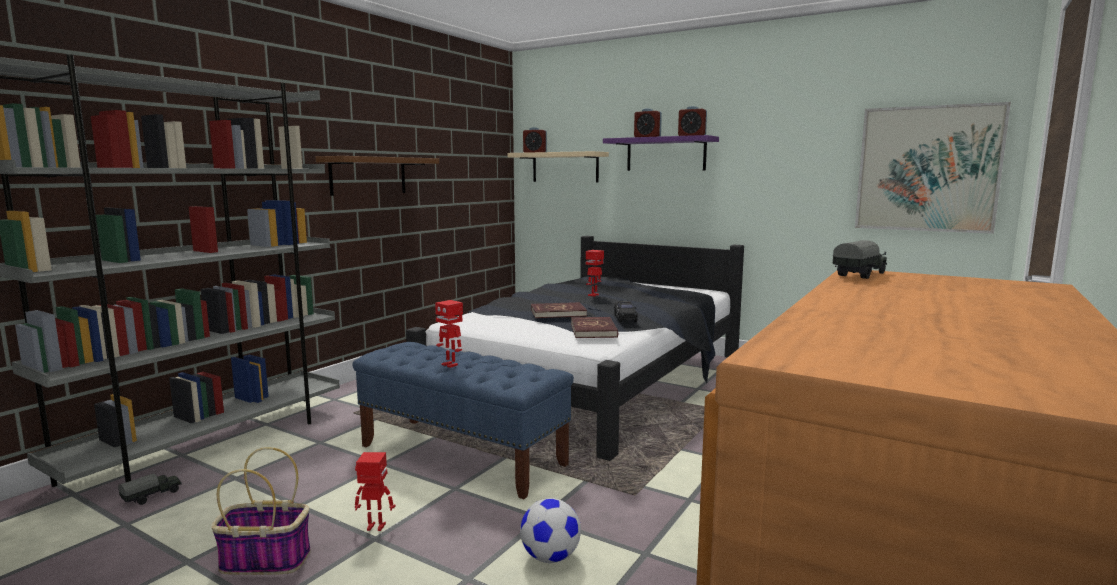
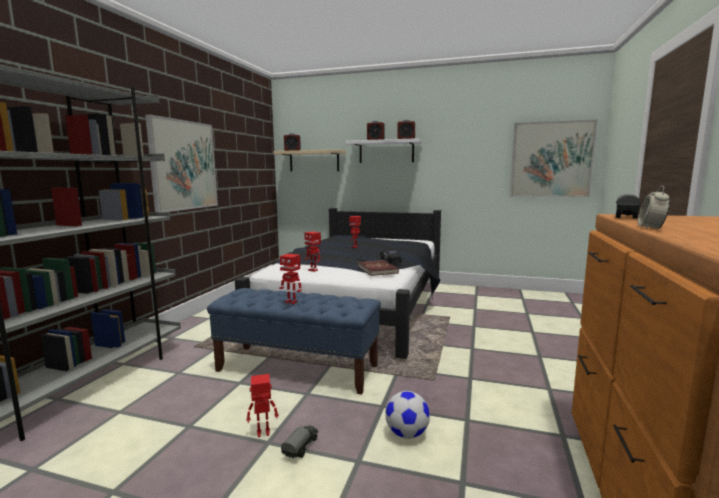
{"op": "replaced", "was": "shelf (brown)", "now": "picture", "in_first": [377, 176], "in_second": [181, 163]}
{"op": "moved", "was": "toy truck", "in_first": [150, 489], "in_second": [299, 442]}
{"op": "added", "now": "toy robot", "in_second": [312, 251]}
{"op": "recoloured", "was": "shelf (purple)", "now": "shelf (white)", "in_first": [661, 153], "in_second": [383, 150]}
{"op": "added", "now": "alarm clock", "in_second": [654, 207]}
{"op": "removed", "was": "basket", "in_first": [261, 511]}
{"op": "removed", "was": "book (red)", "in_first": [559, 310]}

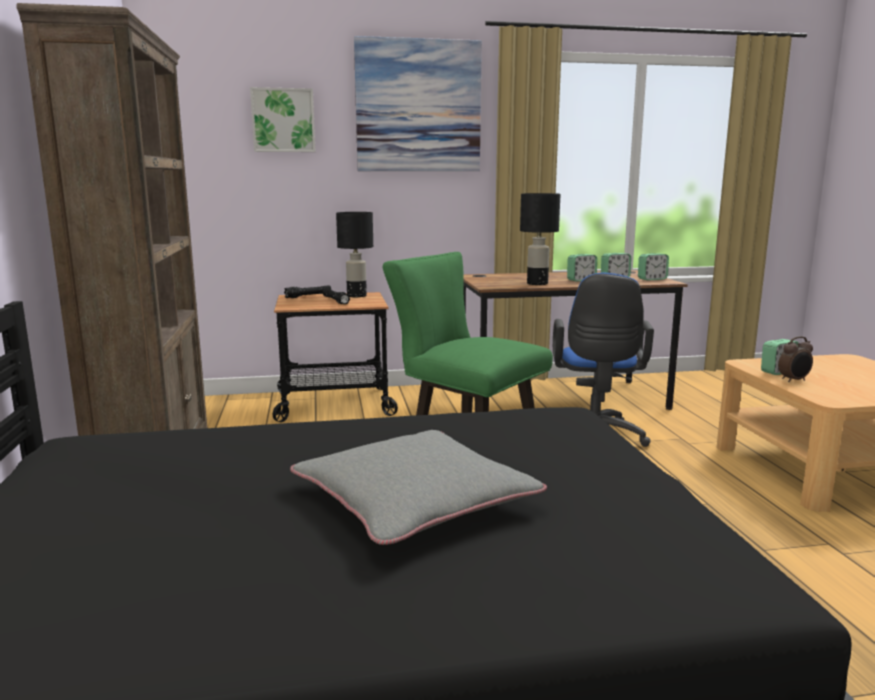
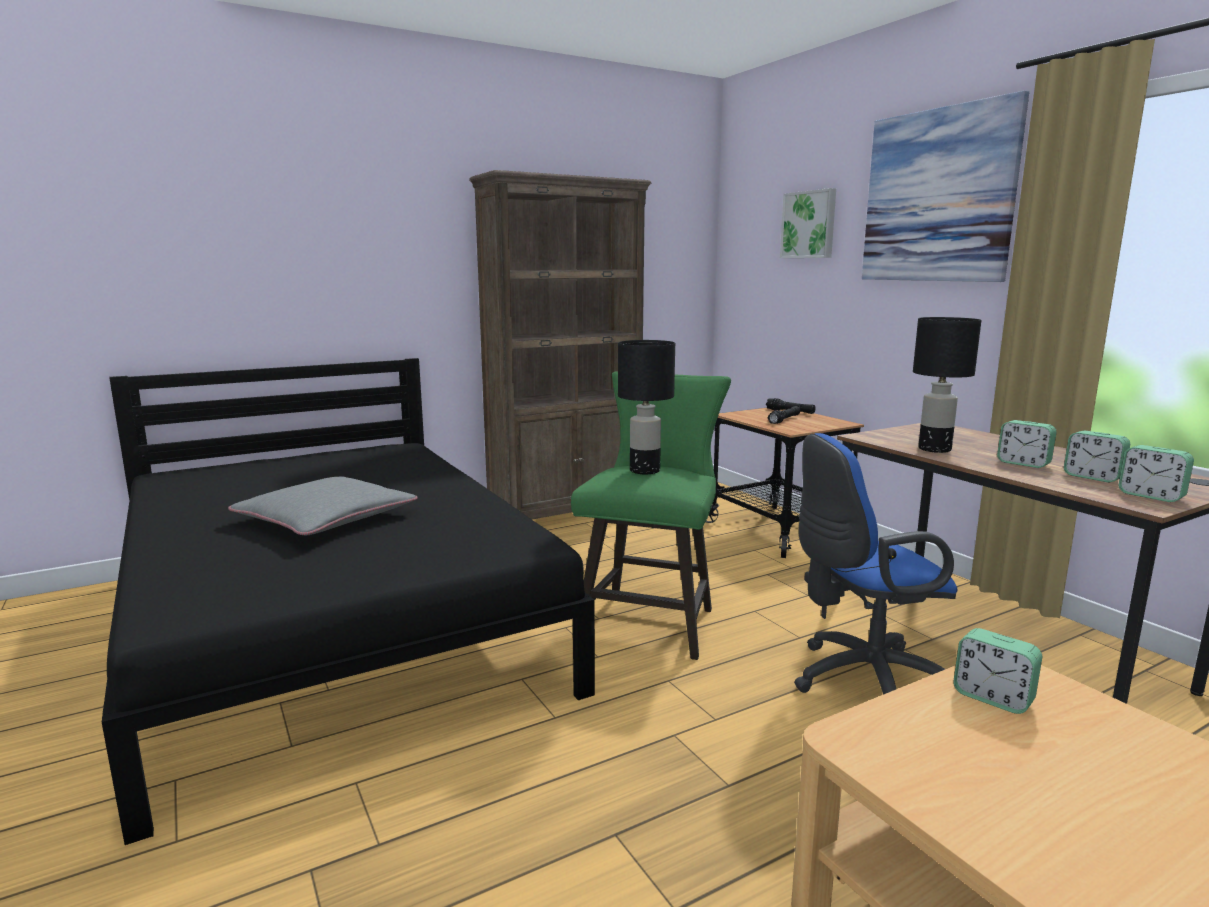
{"op": "moved", "was": "table lamp (black)", "in_first": [354, 254], "in_second": [646, 407]}
{"op": "removed", "was": "alarm clock", "in_first": [795, 359]}

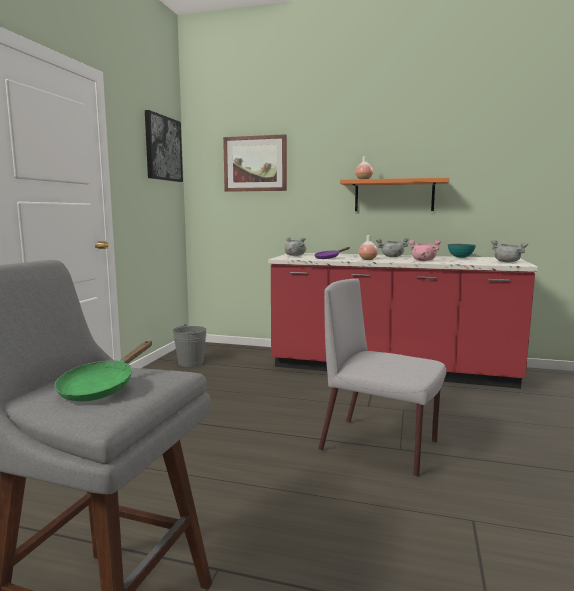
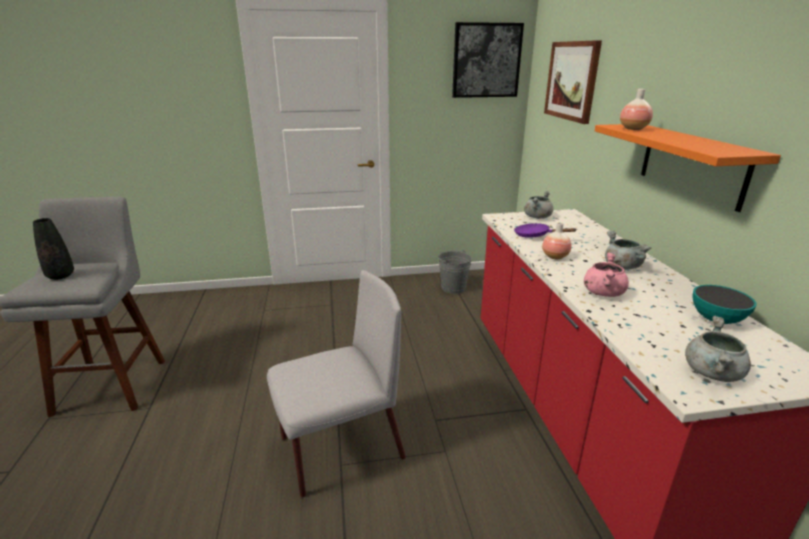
{"op": "replaced", "was": "frying pan (green)", "now": "vase (black)", "in_first": [103, 371], "in_second": [53, 249]}
{"op": "turned", "was": "chair (grey)", "in_first": [382, 377], "in_second": [336, 383], "clockwise": 60}

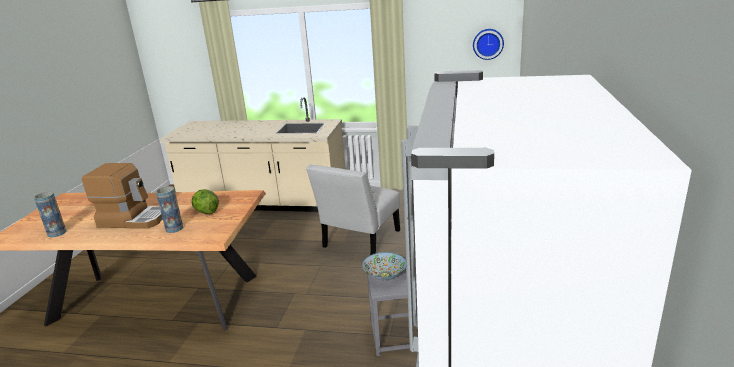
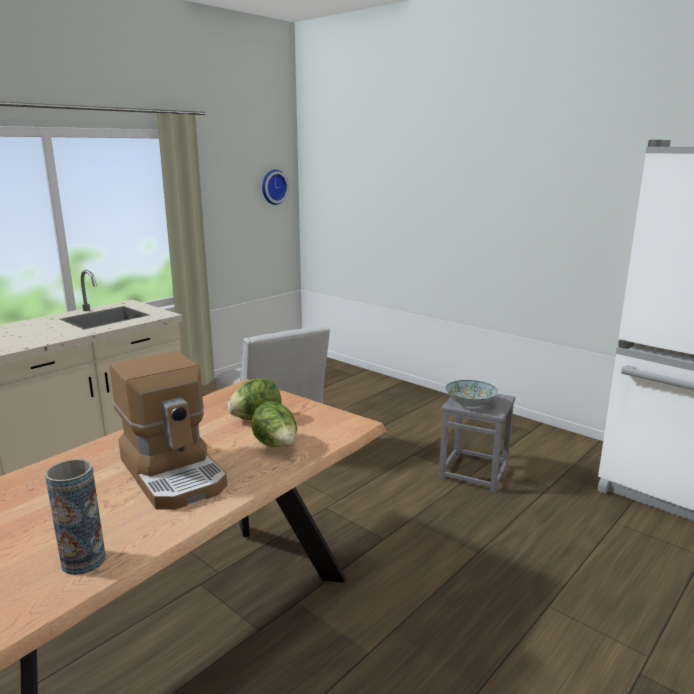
{"op": "turned", "was": "coffee machine", "in_first": [122, 196], "in_second": [168, 430], "clockwise": 105}
{"op": "replaced", "was": "vase", "now": "lettuce", "in_first": [169, 209], "in_second": [274, 424]}

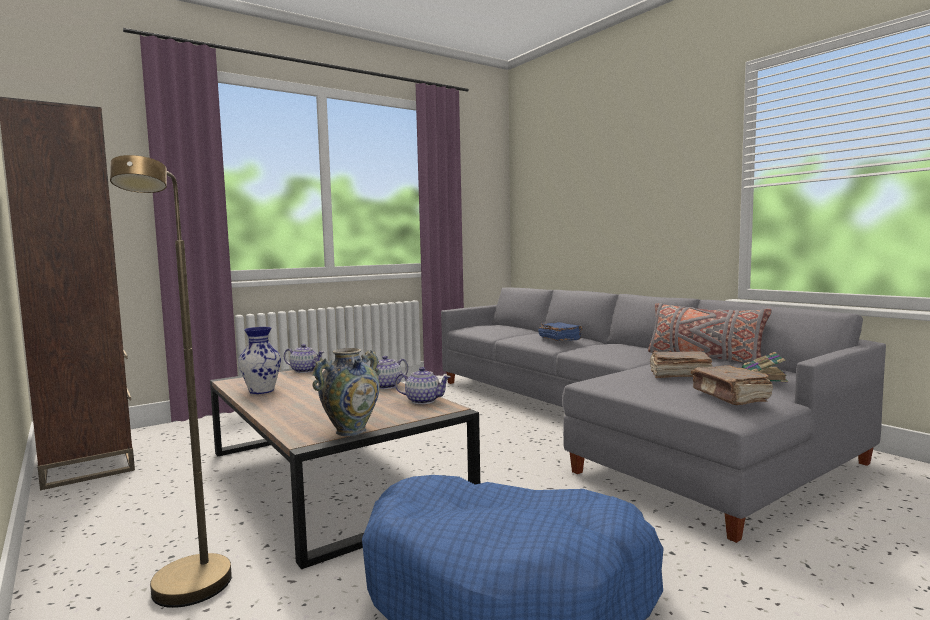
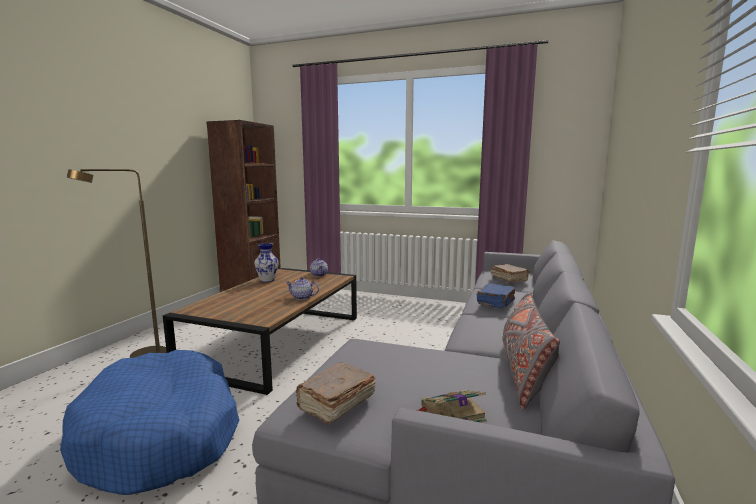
{"op": "moved", "was": "book (brown)", "in_first": [680, 364], "in_second": [510, 273]}
{"op": "removed", "was": "vase", "in_first": [346, 392]}
{"op": "removed", "was": "teapot", "in_first": [423, 385]}

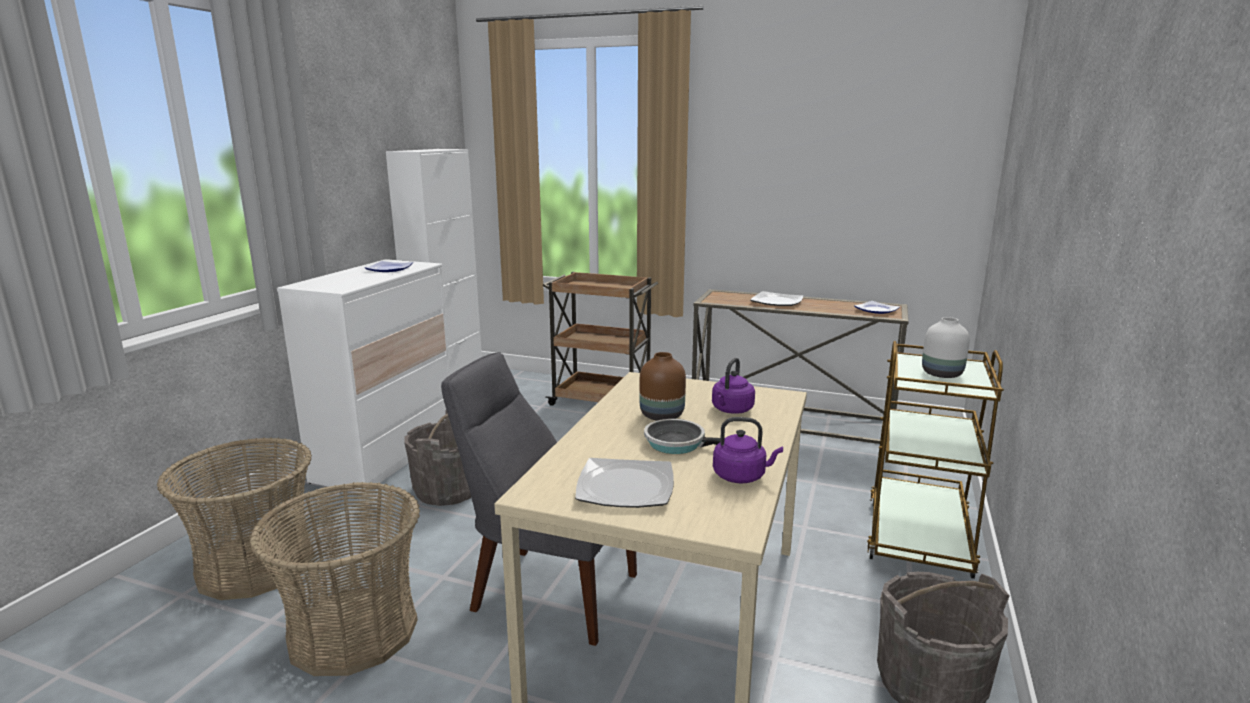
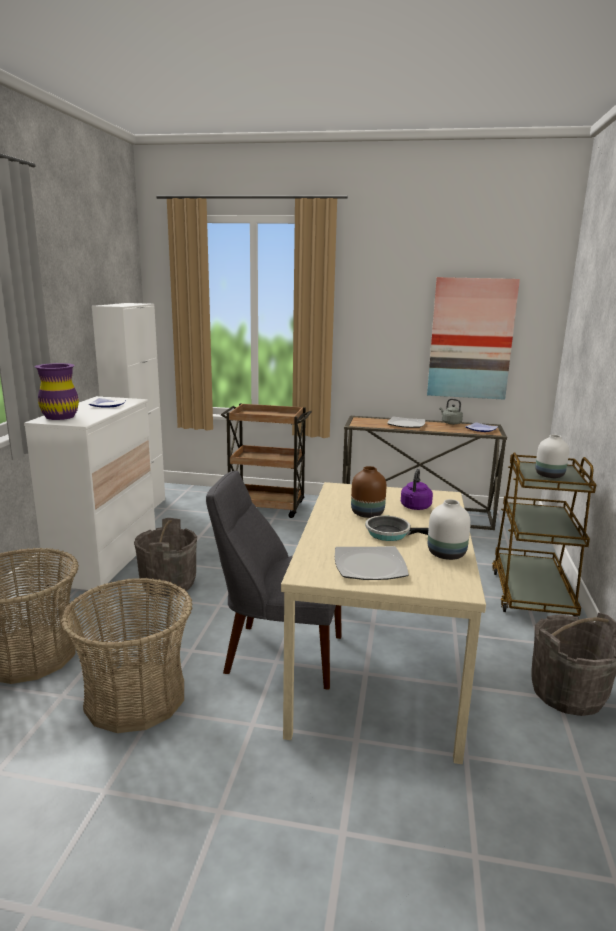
{"op": "added", "now": "vase (purple)", "in_second": [56, 391]}
{"op": "added", "now": "picture", "in_second": [473, 338]}
{"op": "replaced", "was": "kettle (purple)", "now": "vase (white)", "in_first": [748, 450], "in_second": [449, 529]}
{"op": "added", "now": "kettle (grey)", "in_second": [451, 412]}

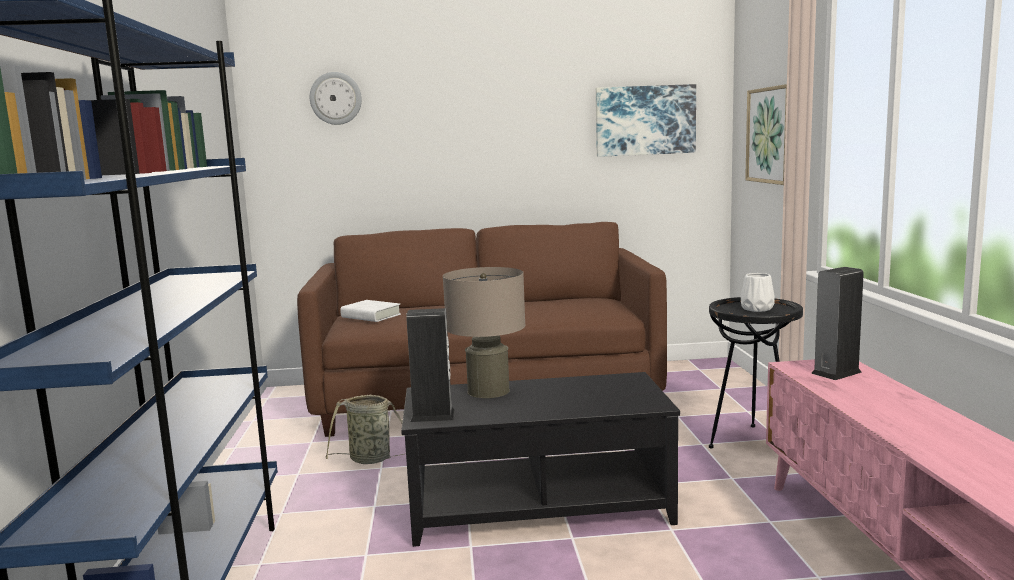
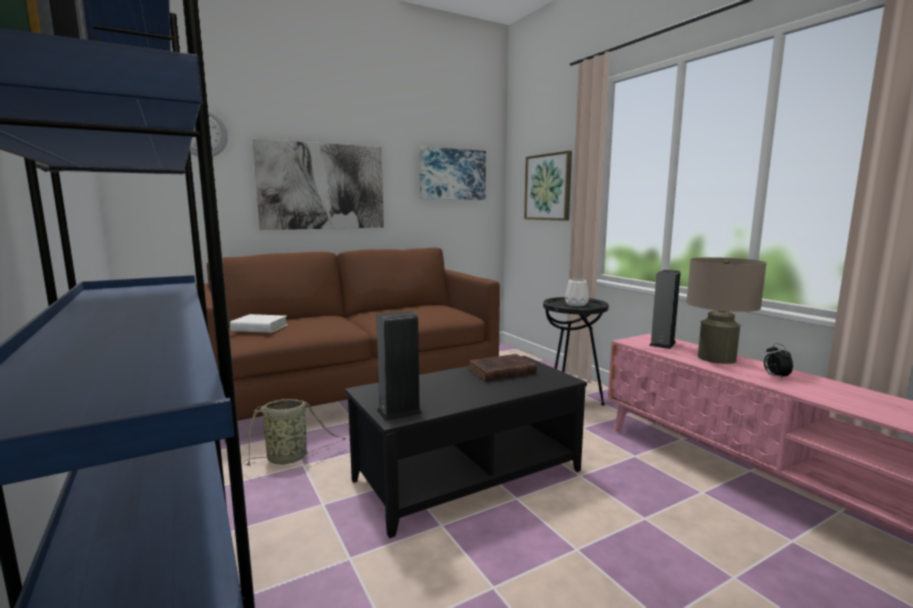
{"op": "added", "now": "picture", "in_second": [318, 184]}
{"op": "added", "now": "book (brown)", "in_second": [502, 367]}
{"op": "moved", "was": "table lamp (beige)", "in_first": [484, 332], "in_second": [726, 310]}
{"op": "added", "now": "alarm clock", "in_second": [778, 361]}

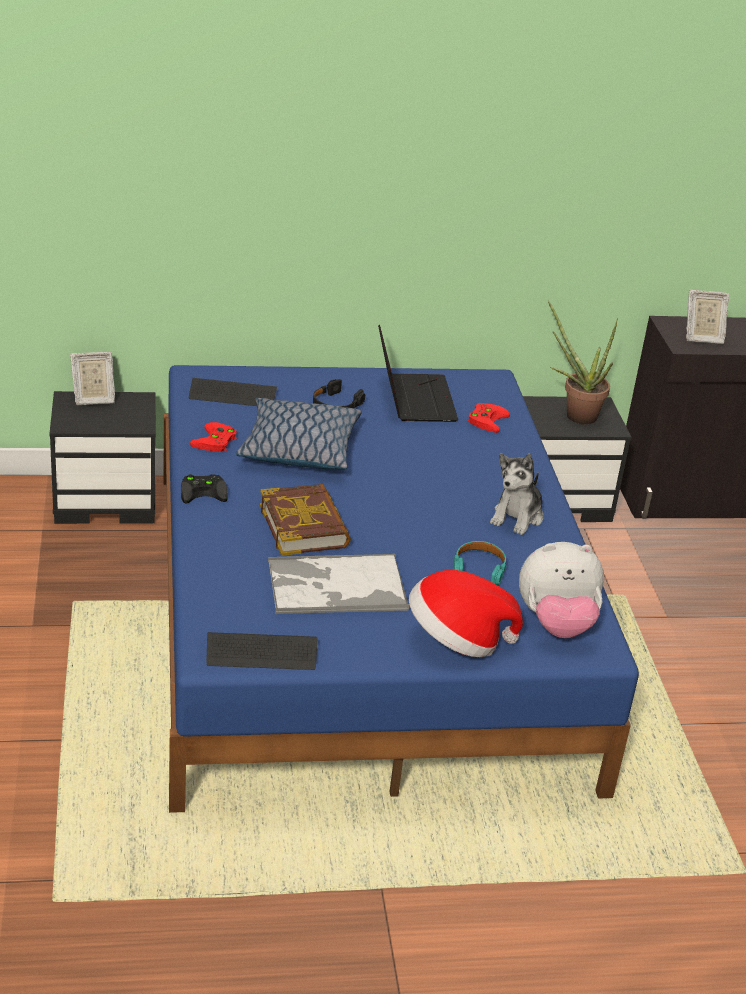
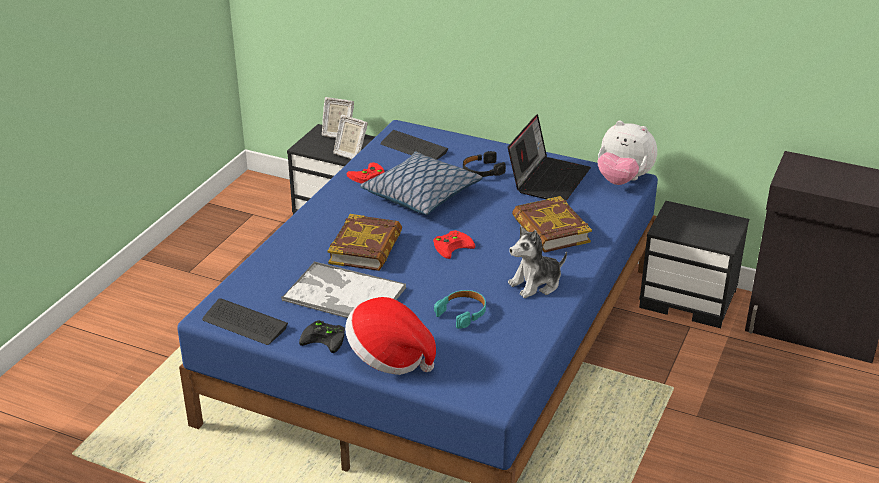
{"op": "moved", "was": "game controller (black)", "in_first": [204, 489], "in_second": [322, 336]}
{"op": "moved", "was": "picture frame", "in_first": [707, 317], "in_second": [350, 137]}
{"op": "moved", "was": "game controller (red)", "in_first": [489, 418], "in_second": [454, 244]}
{"op": "added", "now": "book", "in_second": [552, 224]}
{"op": "moved", "was": "plush toy", "in_first": [561, 590], "in_second": [627, 153]}
{"op": "removed", "was": "potted plant", "in_first": [583, 362]}

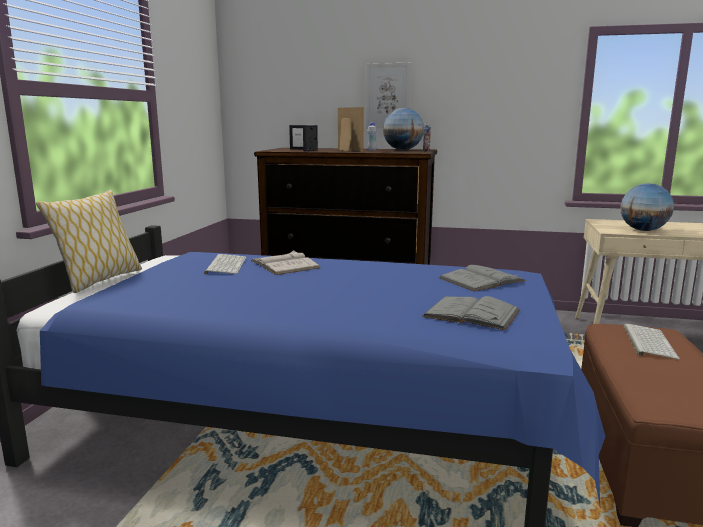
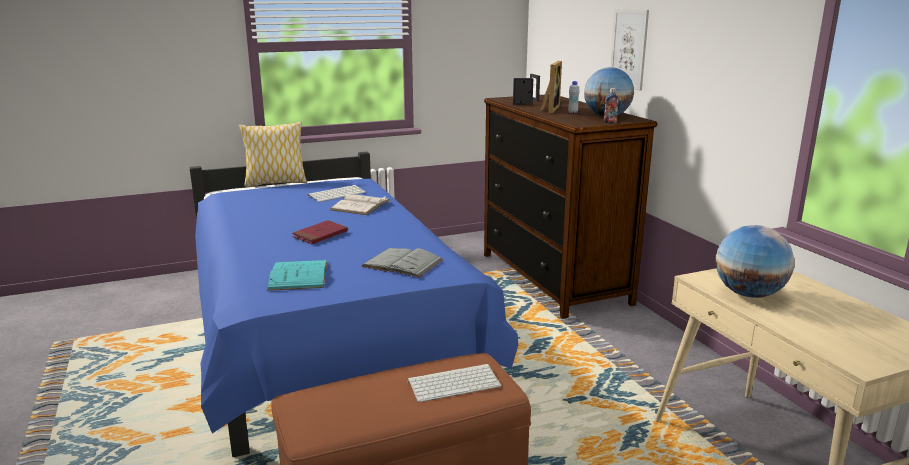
{"op": "recoloured", "was": "book (grey)", "now": "book (turquoise)", "in_first": [471, 313], "in_second": [297, 275]}
{"op": "added", "now": "book (red)", "in_second": [320, 232]}

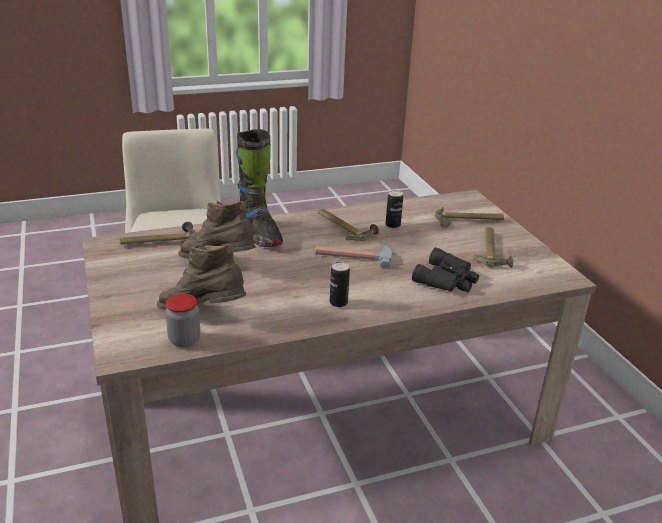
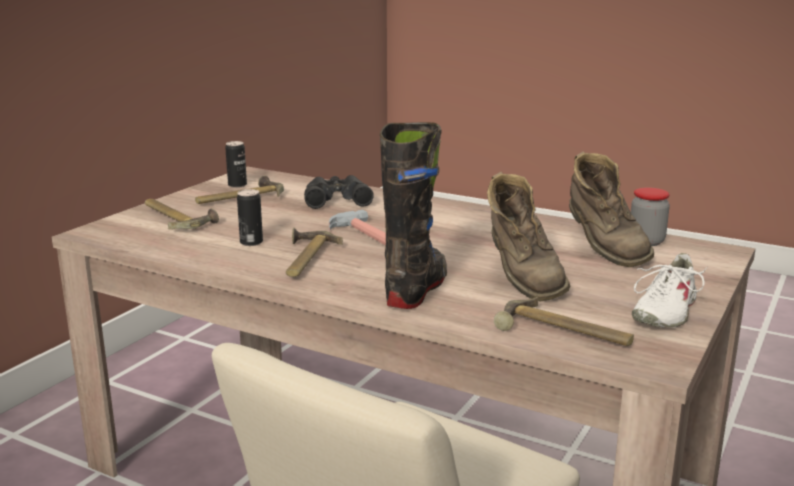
{"op": "moved", "was": "can", "in_first": [340, 284], "in_second": [236, 164]}
{"op": "added", "now": "shoe (white)", "in_second": [670, 290]}

